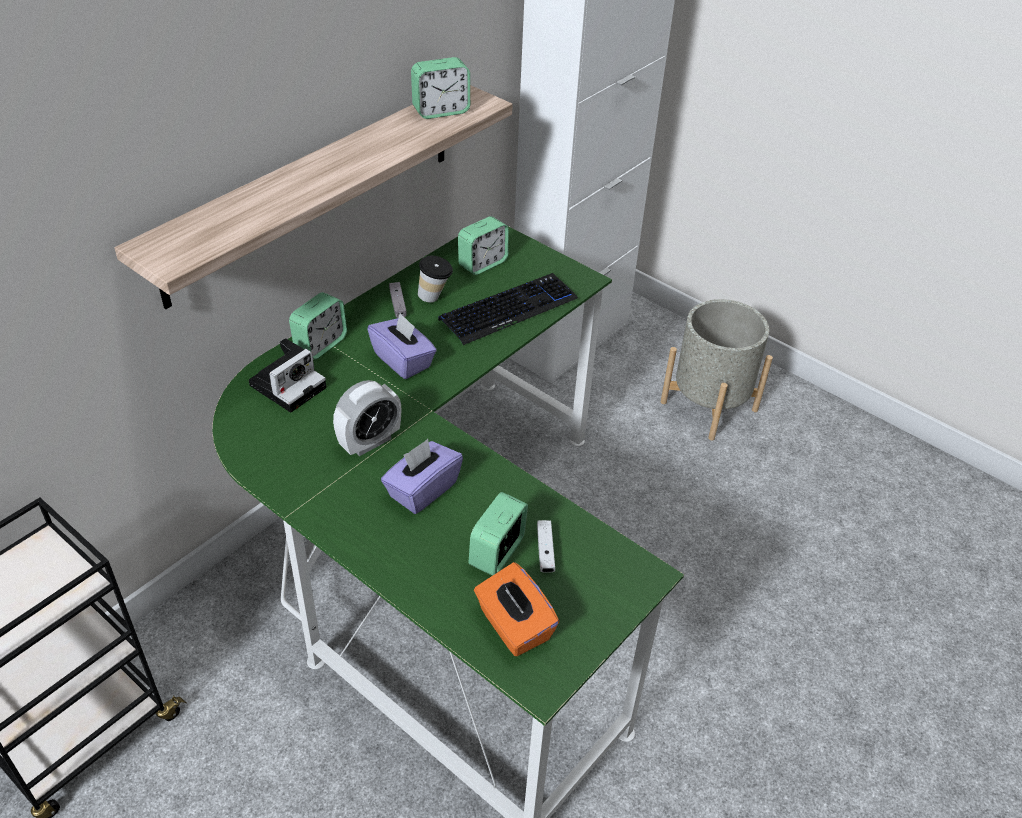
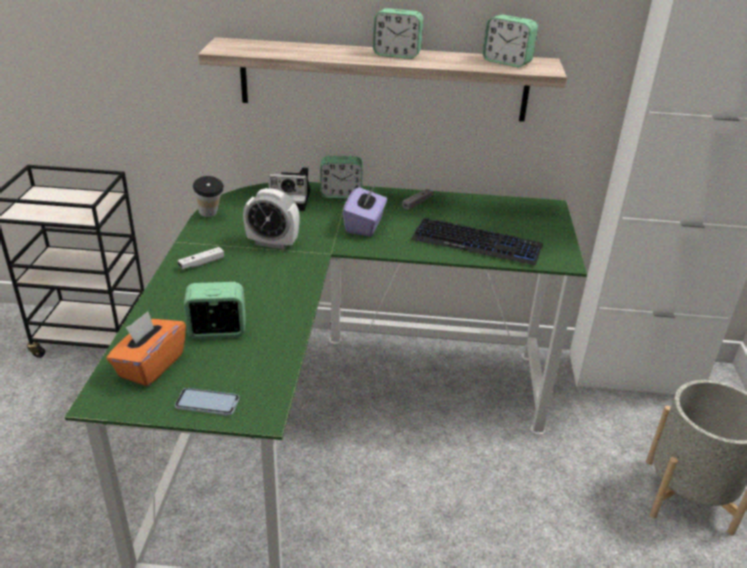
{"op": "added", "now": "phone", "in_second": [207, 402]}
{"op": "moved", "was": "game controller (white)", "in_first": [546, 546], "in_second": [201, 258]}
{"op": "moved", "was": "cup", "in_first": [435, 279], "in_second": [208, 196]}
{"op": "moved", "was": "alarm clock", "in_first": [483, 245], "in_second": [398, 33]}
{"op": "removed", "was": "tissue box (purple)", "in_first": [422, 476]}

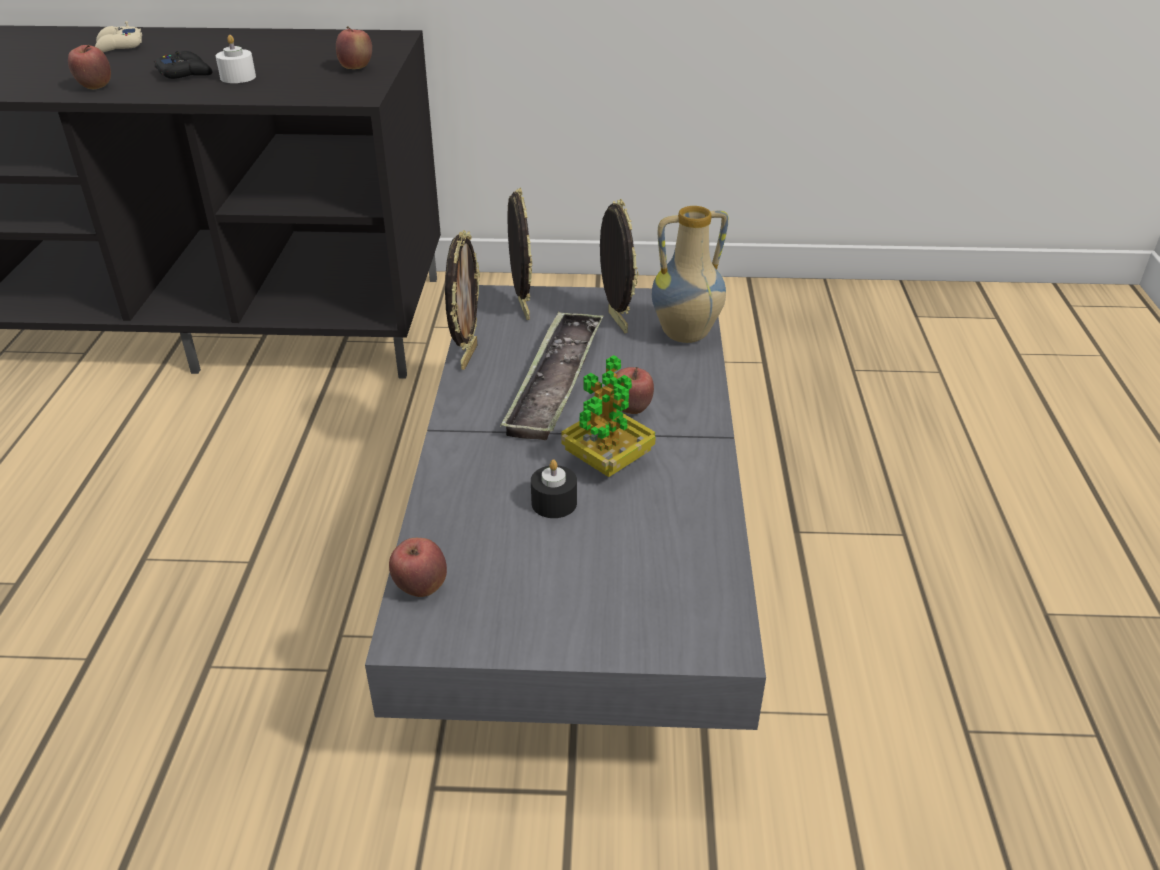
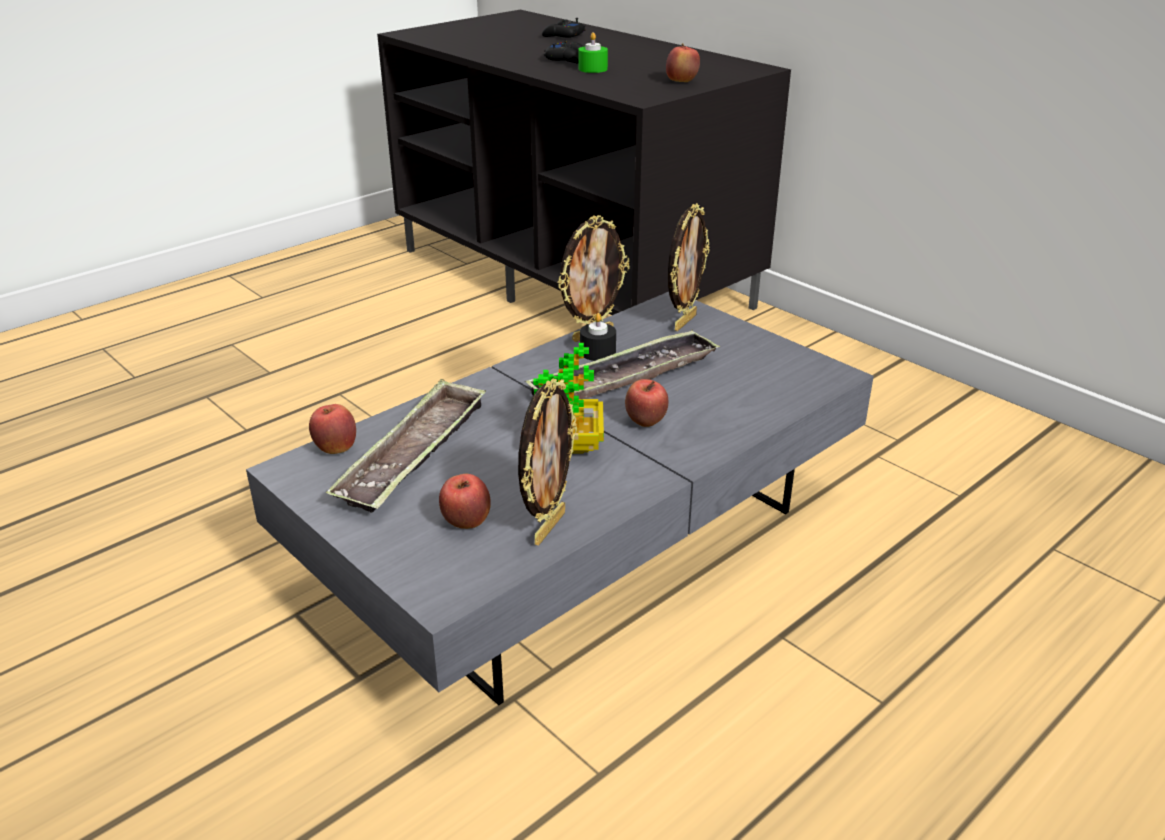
{"op": "added", "now": "tray", "in_second": [406, 446]}
{"op": "moved", "was": "apple", "in_first": [89, 66], "in_second": [465, 501]}
{"op": "moved", "was": "picture frame", "in_first": [619, 266], "in_second": [547, 462]}
{"op": "recoloured", "was": "game controller (beige)", "now": "game controller (black)", "in_first": [118, 36], "in_second": [564, 28]}
{"op": "recoloured", "was": "candle (white)", "now": "candle (green)", "in_first": [236, 59], "in_second": [593, 52]}
{"op": "moved", "was": "candle (black)", "in_first": [554, 489], "in_second": [598, 337]}
{"op": "removed", "was": "vase", "in_first": [690, 274]}

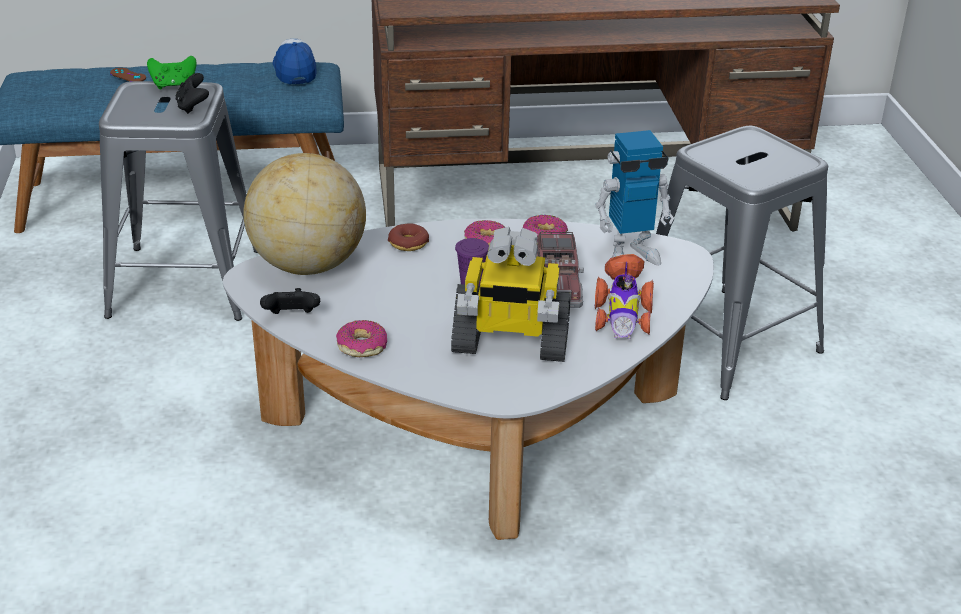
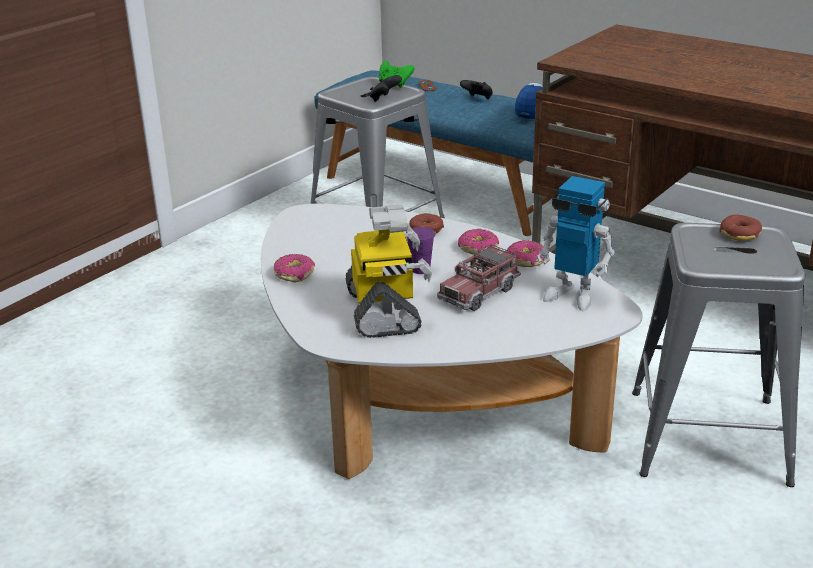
{"op": "turned", "was": "toy robot", "in_first": [510, 294], "in_second": [389, 271], "clockwise": -150}
{"op": "moved", "was": "game controller (black)", "in_first": [290, 301], "in_second": [476, 89]}
{"op": "added", "now": "donut", "in_second": [740, 227]}
{"op": "removed", "was": "globe", "in_first": [305, 214]}
{"op": "removed", "was": "toy car", "in_first": [624, 296]}

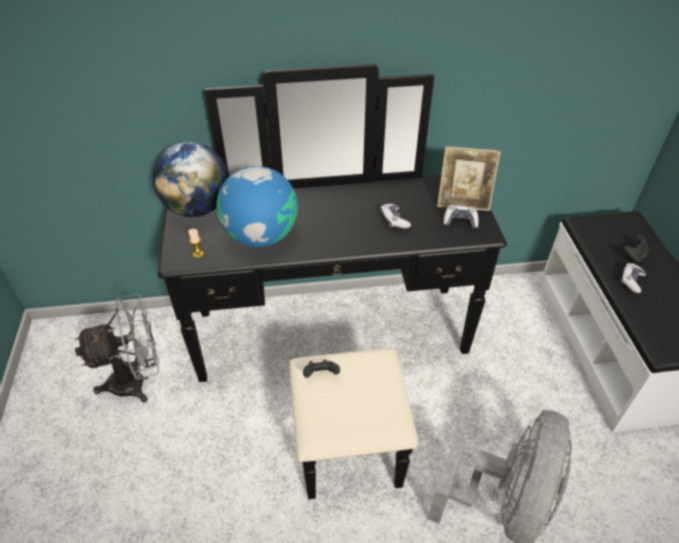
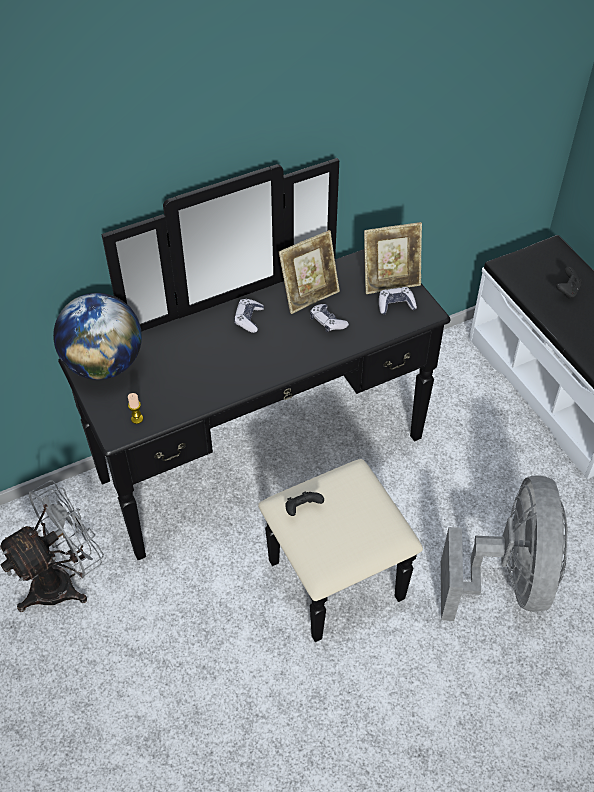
{"op": "moved", "was": "game controller", "in_first": [633, 278], "in_second": [249, 316]}
{"op": "added", "now": "picture frame", "in_second": [309, 272]}
{"op": "removed", "was": "globe", "in_first": [257, 206]}

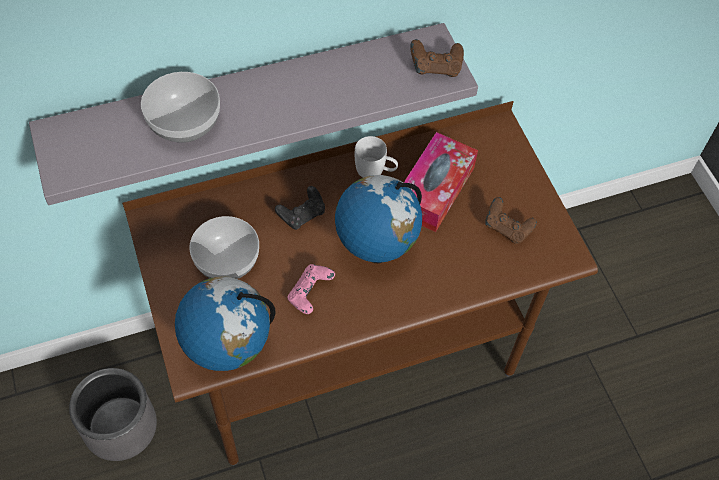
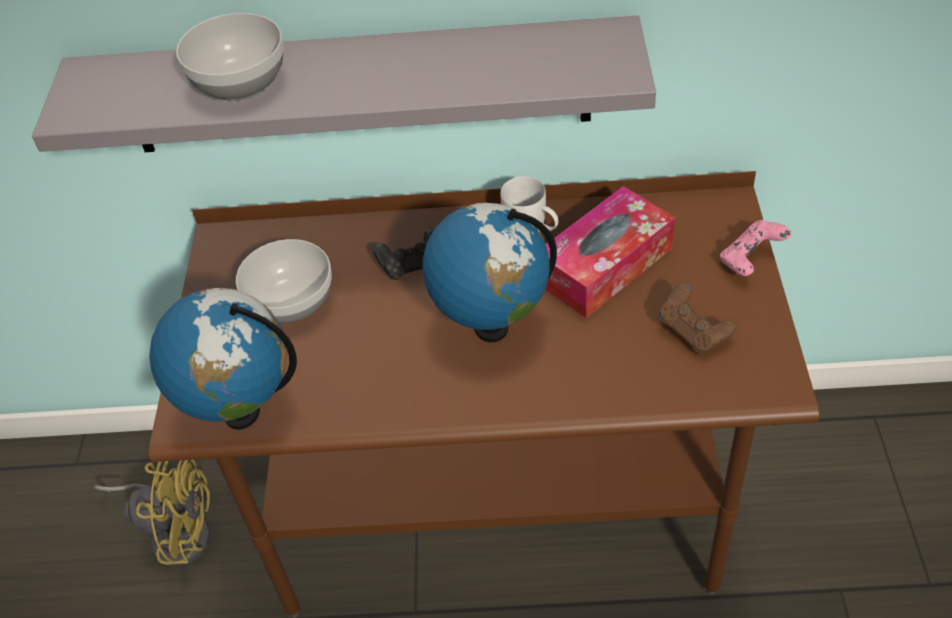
{"op": "replaced", "was": "planter (grey)", "now": "fan (yellow)", "in_first": [113, 414], "in_second": [152, 513]}
{"op": "moved", "was": "game controller (pink)", "in_first": [311, 289], "in_second": [756, 248]}
{"op": "removed", "was": "game controller (brown)", "in_first": [437, 58]}

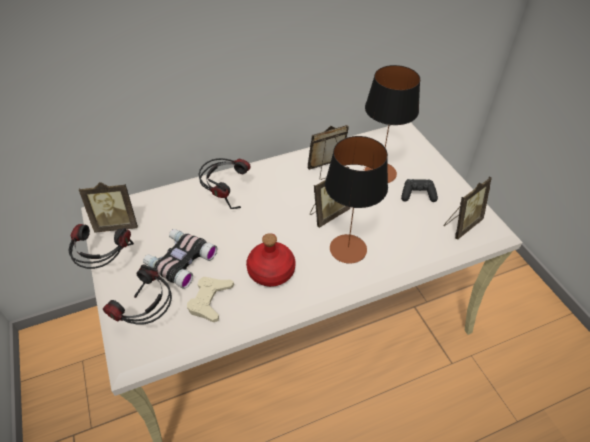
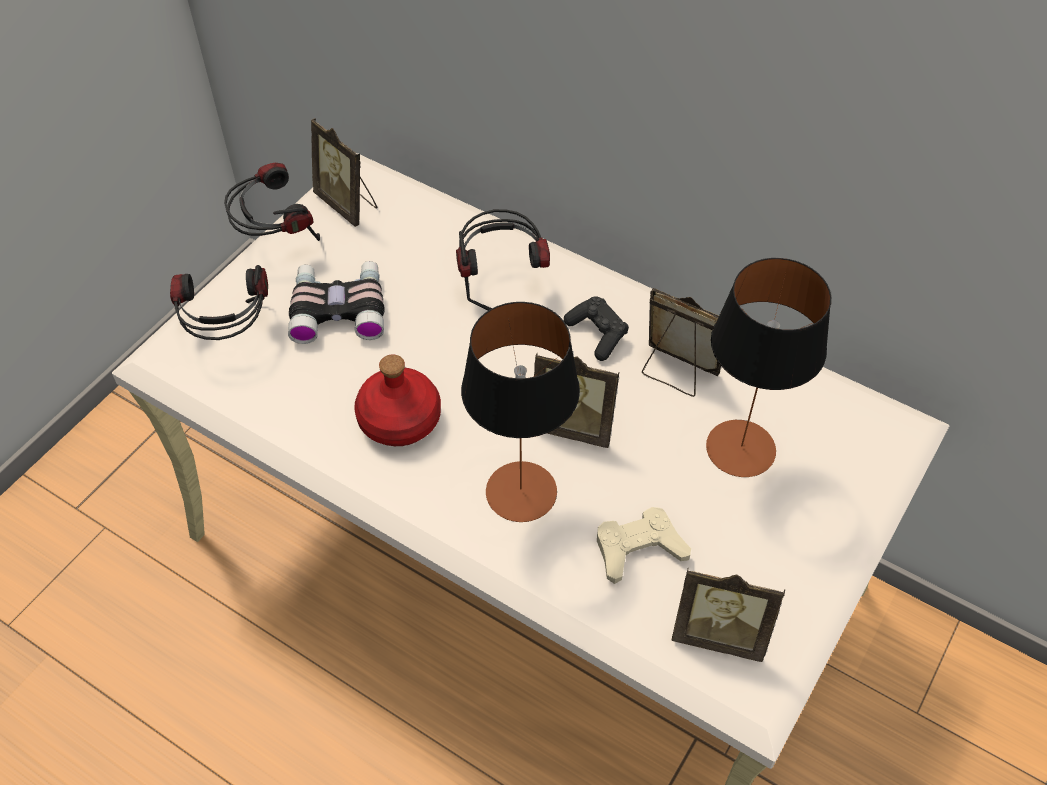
{"op": "moved", "was": "game controller (black)", "in_first": [419, 190], "in_second": [596, 328]}
{"op": "moved", "was": "game controller (beige)", "in_first": [210, 299], "in_second": [644, 545]}

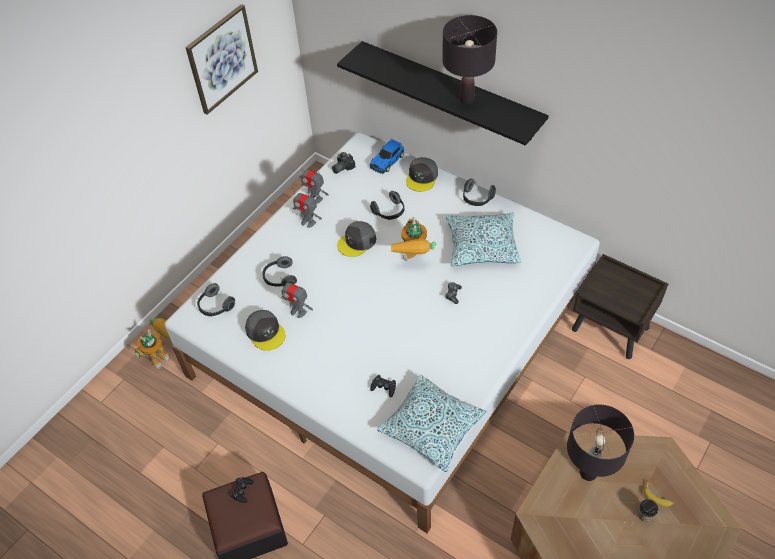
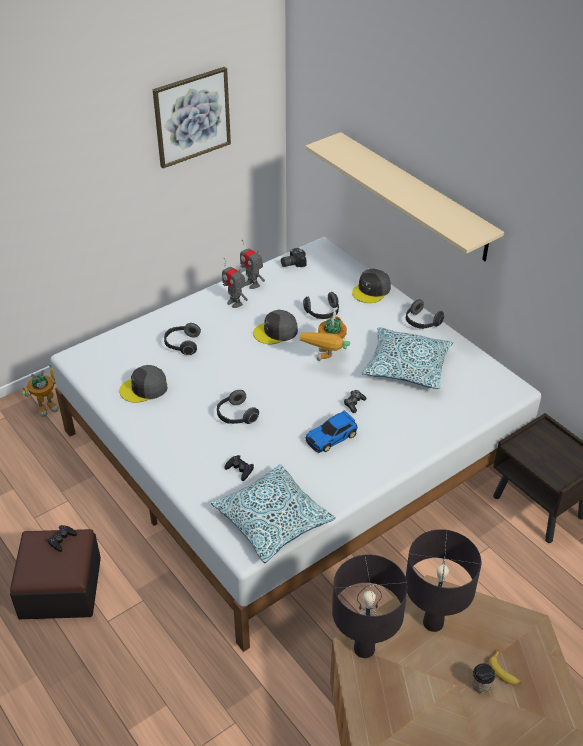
{"op": "turned", "was": "cap (grey)", "in_first": [265, 330], "in_second": [143, 384], "clockwise": 90}
{"op": "moved", "was": "headphones", "in_first": [216, 299], "in_second": [238, 407]}
{"op": "recoloured", "was": "shelf (black)", "now": "shelf (beige)", "in_first": [443, 93], "in_second": [404, 196]}
{"op": "moved", "was": "toy car", "in_first": [387, 156], "in_second": [332, 431]}
{"op": "moved", "was": "table lamp (black)", "in_first": [469, 59], "in_second": [370, 606]}
{"op": "removed", "was": "toy robot", "in_first": [296, 298]}

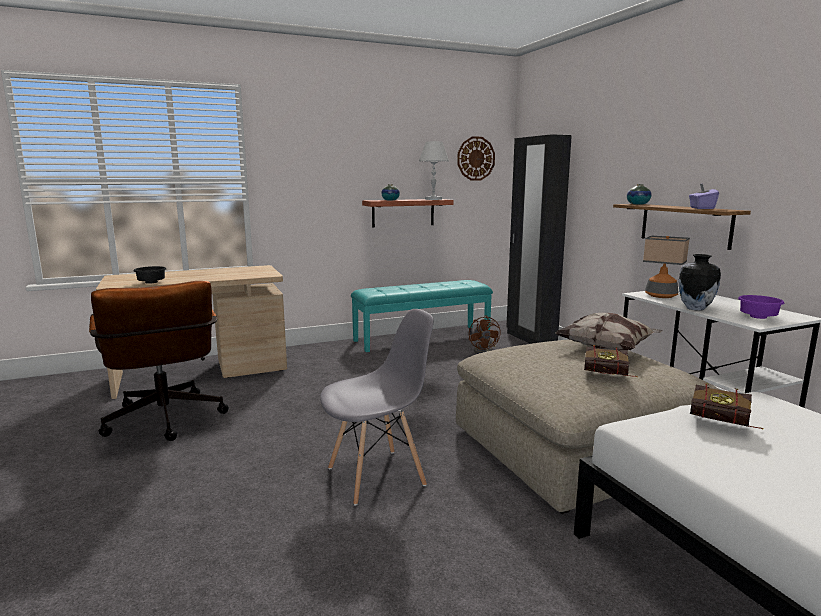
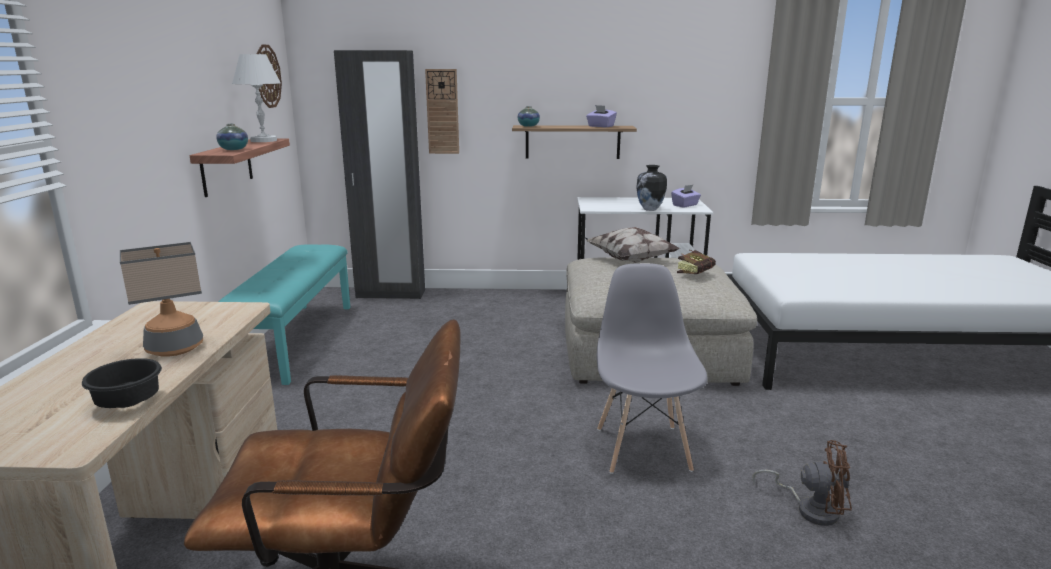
{"op": "moved", "was": "table lamp", "in_first": [666, 266], "in_second": [161, 299]}
{"op": "added", "now": "wall clock", "in_second": [442, 111]}
{"op": "replaced", "was": "bowl (purple)", "now": "tissue box (purple)", "in_first": [761, 307], "in_second": [686, 196]}
{"op": "moved", "was": "fan (brown)", "in_first": [485, 334], "in_second": [802, 483]}
{"op": "removed", "was": "book", "in_first": [726, 406]}

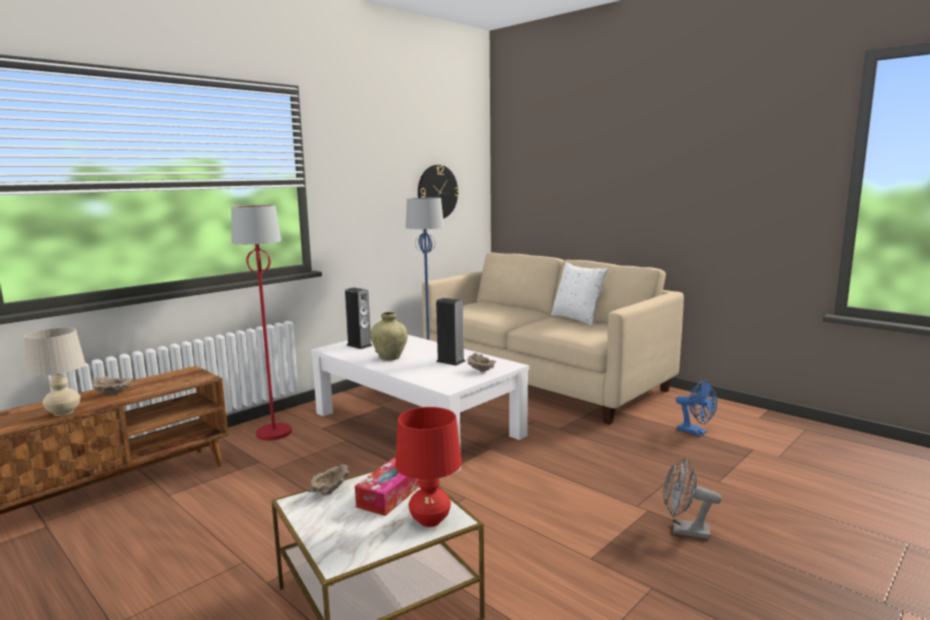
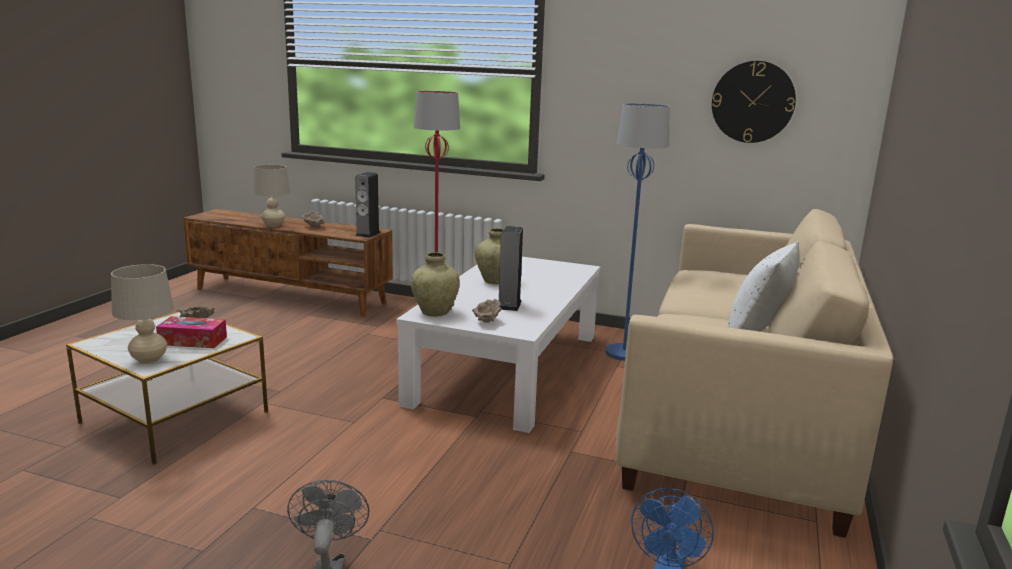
{"op": "recoloured", "was": "table lamp (red)", "now": "table lamp (beige)", "in_first": [428, 467], "in_second": [142, 314]}
{"op": "moved", "was": "speaker", "in_first": [359, 318], "in_second": [368, 205]}
{"op": "added", "now": "vase (beige)", "in_second": [435, 284]}

